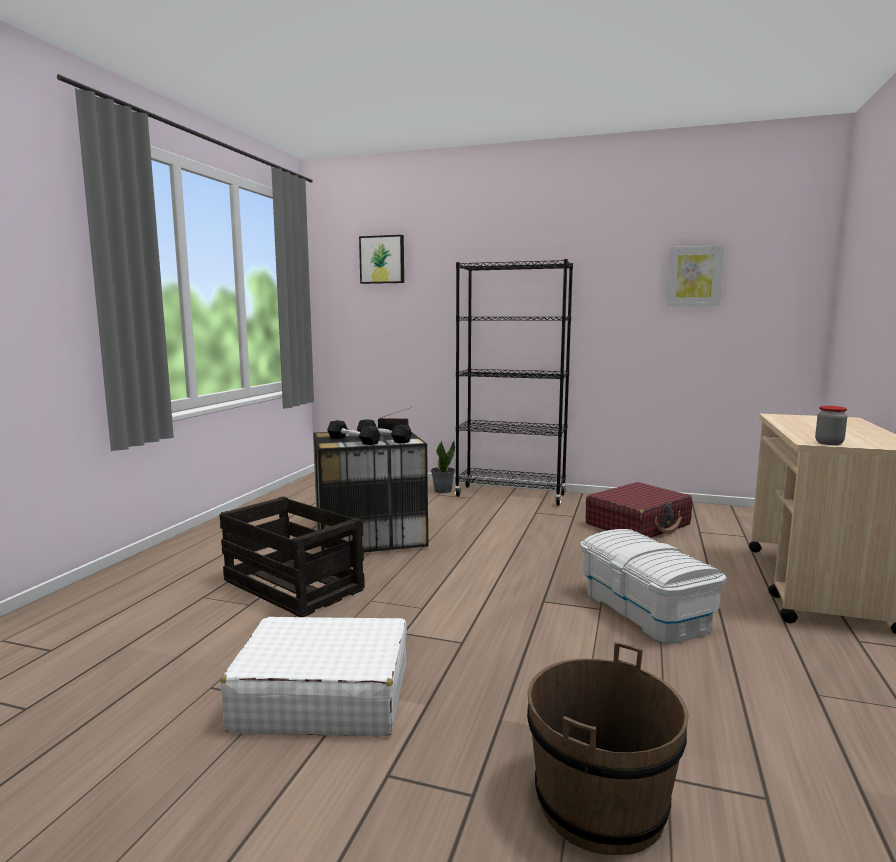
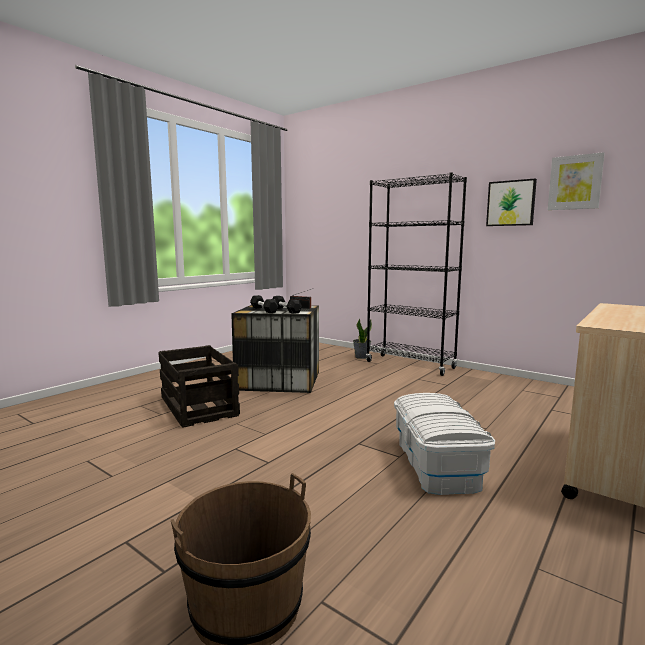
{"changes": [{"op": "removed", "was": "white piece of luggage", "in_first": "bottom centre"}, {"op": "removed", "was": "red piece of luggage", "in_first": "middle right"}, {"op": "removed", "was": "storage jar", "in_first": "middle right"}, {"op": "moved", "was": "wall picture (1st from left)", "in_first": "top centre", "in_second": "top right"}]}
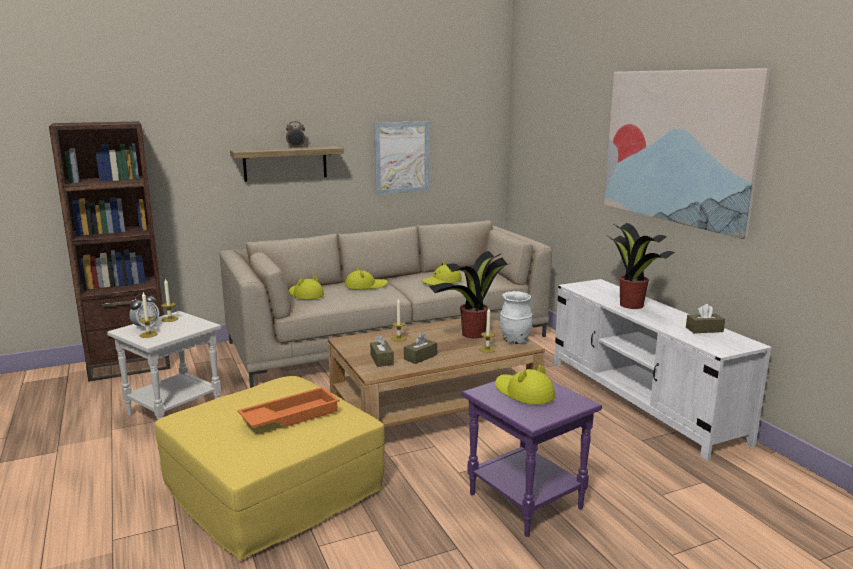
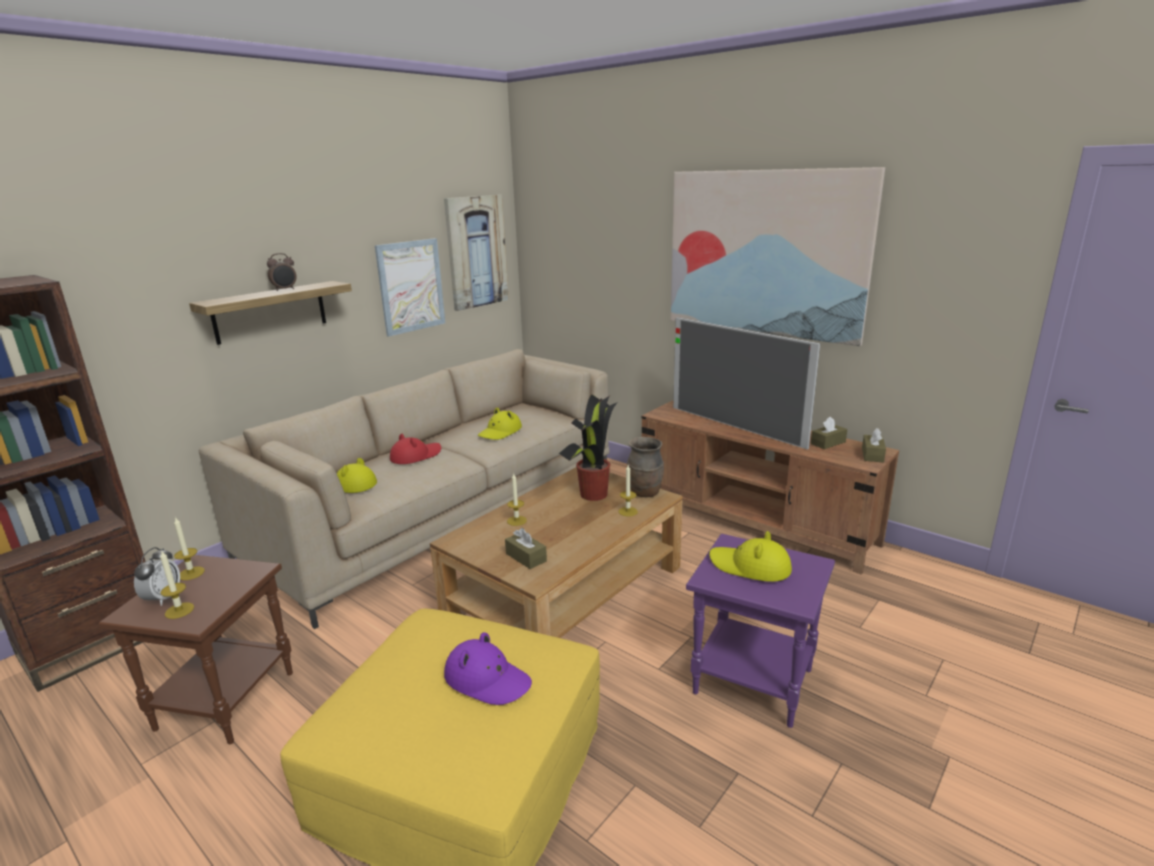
{"changes": [{"op": "added", "now": "wall picture (2nd from left)", "in_second": "top centre"}, {"op": "moved", "was": "brown tissue box (2nd from left in the first image)", "now": "brown tissue box (3rd from left)", "in_first": "centre", "in_second": "middle right"}, {"op": "replaced", "was": "orange-coloured serving tray", "now": "purplish hat", "in_first": "bottom centre", "in_second": "bottom centre"}, {"op": "replaced", "was": "potted plant (2nd from left)", "now": "TV set", "in_first": "middle right", "in_second": "centre"}, {"op": "recoloured", "was": "white side table", "now": "brown side table", "in_first": "middle left", "in_second": "bottom left"}, {"op": "recoloured", "was": "yellow-coloured hat (2nd from left)", "now": "red hat", "in_first": "centre", "in_second": "centre"}, {"op": "recoloured", "was": "white flower vase", "now": "brown flower vase", "in_first": "centre", "in_second": "centre"}, {"op": "recoloured", "was": "white tv stand", "now": "brown tv stand", "in_first": "middle right", "in_second": "middle right"}]}
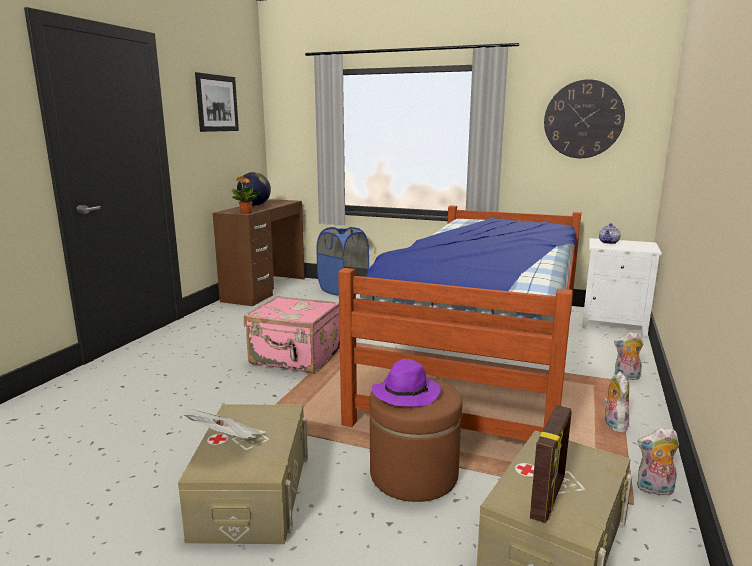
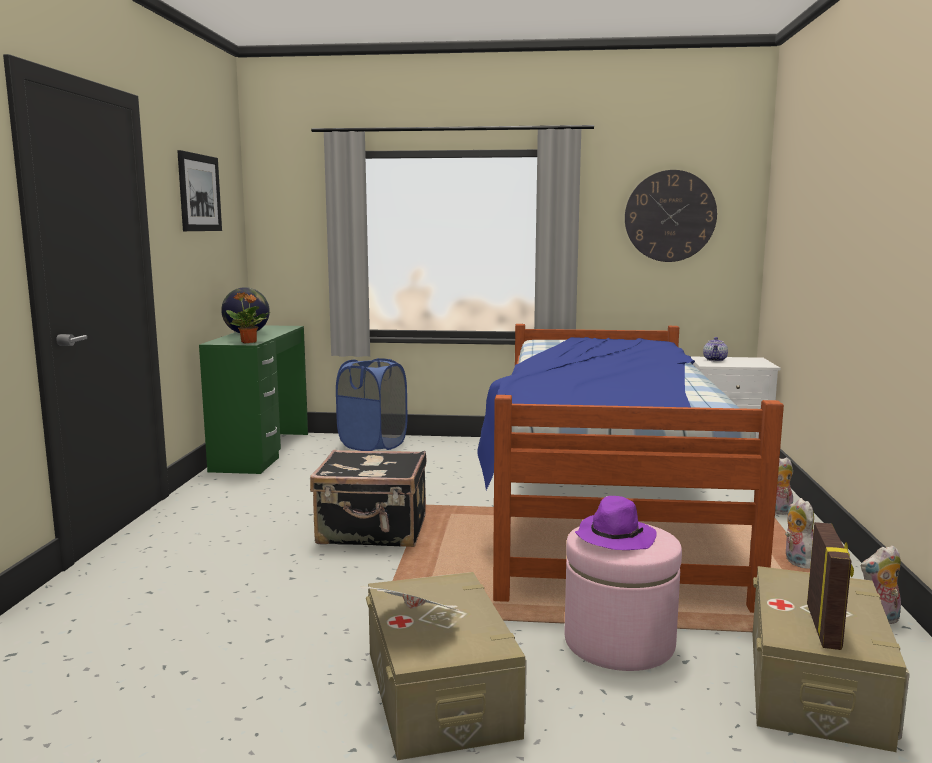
{"changes": [{"op": "recoloured", "was": "brown desk table", "now": "green desk table", "in_first": "centre", "in_second": "middle left"}, {"op": "recoloured", "was": "pinkish piece of luggage", "now": "blackish piece of luggage", "in_first": "centre", "in_second": "centre"}, {"op": "recoloured", "was": "brown pouffe", "now": "pinkish pouffe", "in_first": "bottom centre", "in_second": "bottom right"}]}
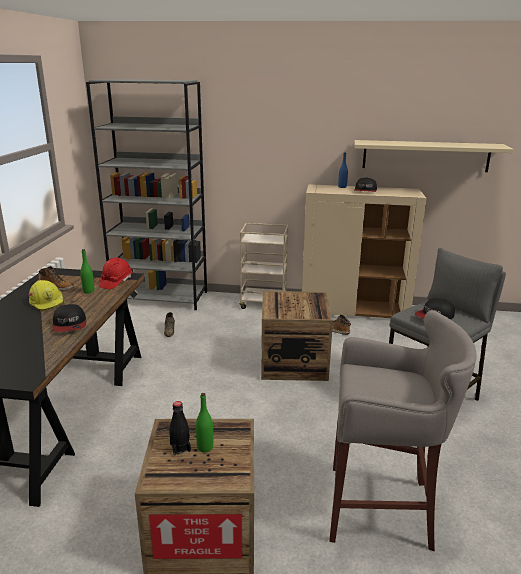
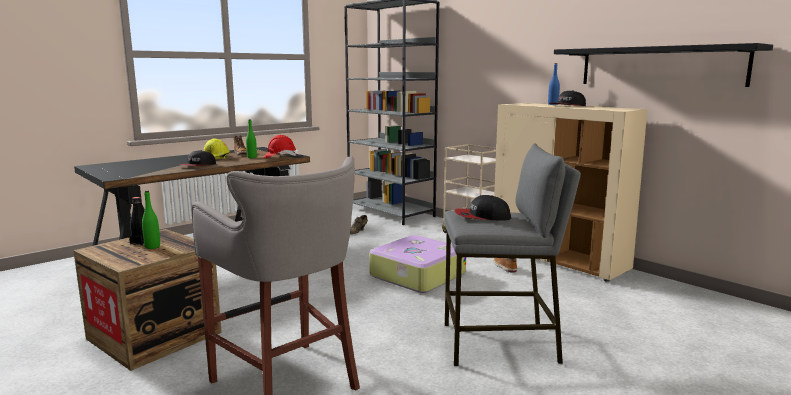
{"changes": [{"op": "replaced", "was": "crate (2nd from left)", "now": "piece of luggage", "in_first": "centre", "in_second": "bottom centre"}, {"op": "recoloured", "was": "beige shelf", "now": "blackish shelf", "in_first": "top right", "in_second": "top right"}]}
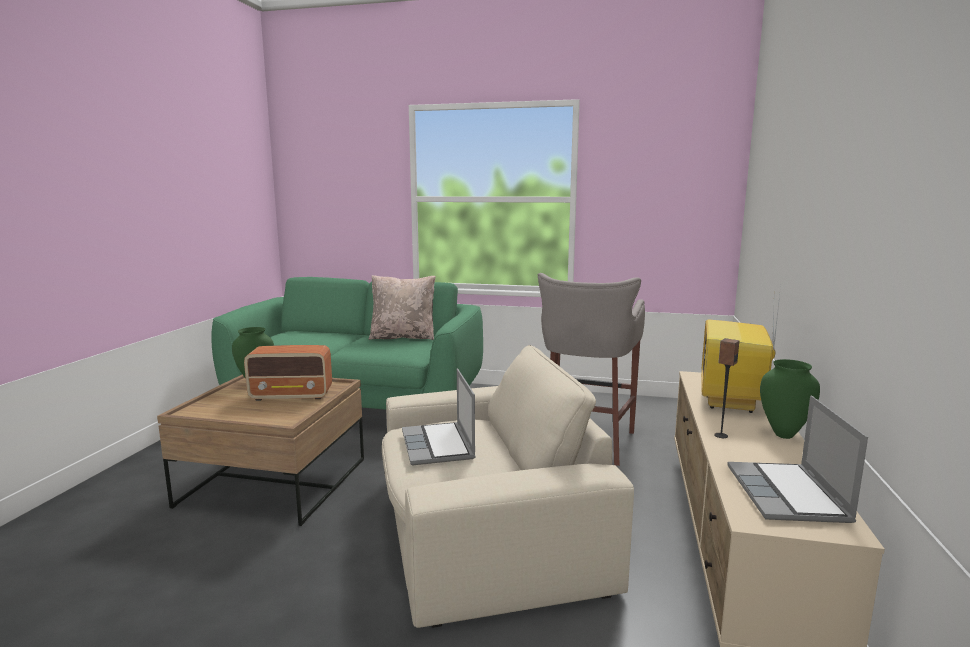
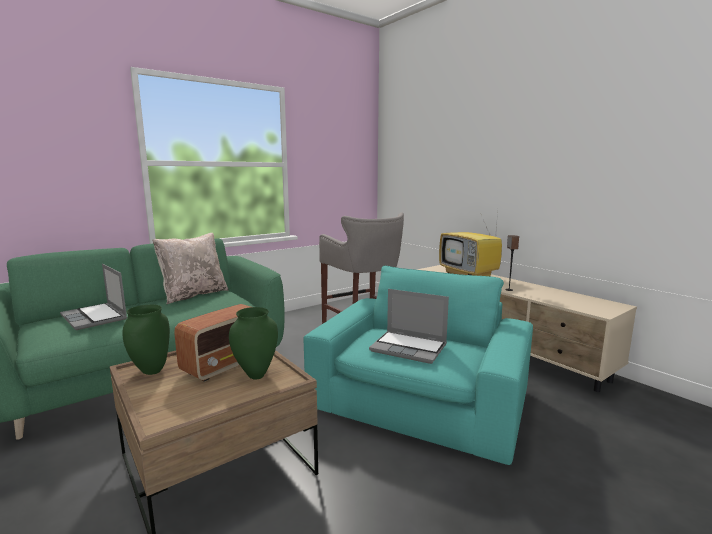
{"changes": [{"op": "moved", "was": "laptop (2nd from left in the first image)", "now": "laptop (1st from left)", "in_first": "bottom right", "in_second": "middle left"}, {"op": "moved", "was": "green flower vase (2nd from left)", "in_first": "middle right", "in_second": "centre"}, {"op": "recoloured", "was": "beige lounge chair", "now": "turquoise lounge chair", "in_first": "bottom centre", "in_second": "bottom centre"}]}
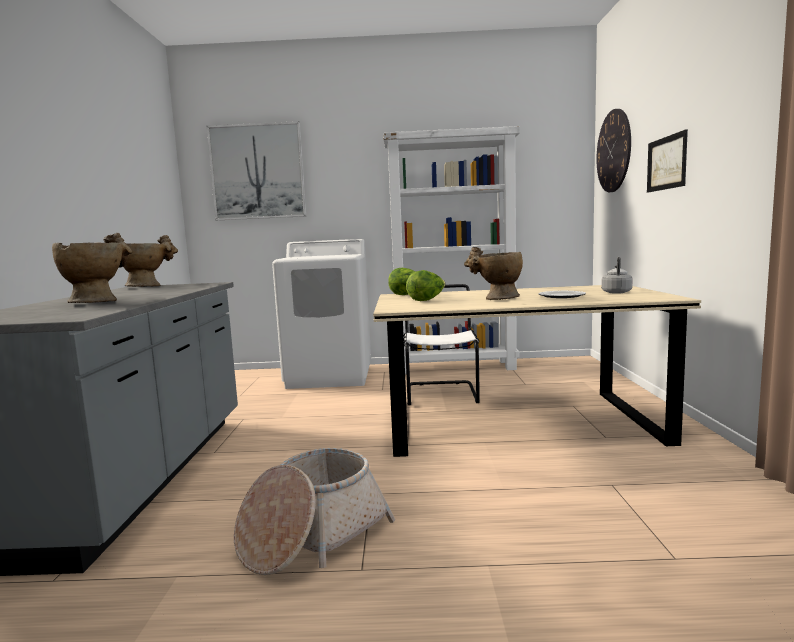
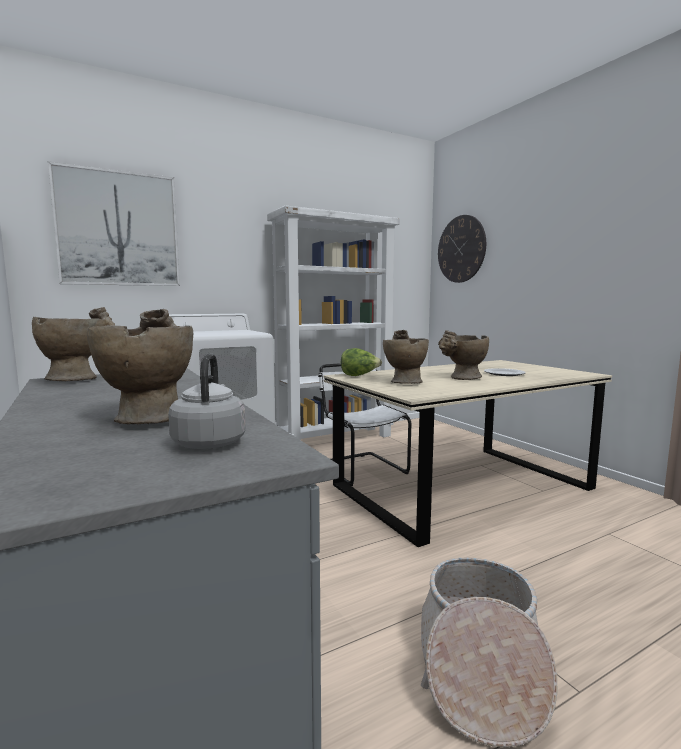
{"changes": [{"op": "removed", "was": "wall picture (2nd from left)", "in_first": "top right"}, {"op": "moved", "was": "greyish water kettle", "in_first": "middle right", "in_second": "middle left"}, {"op": "replaced", "was": "lettuce (2nd from left)", "now": "beige flower vase (3rd from left)", "in_first": "centre", "in_second": "centre"}]}
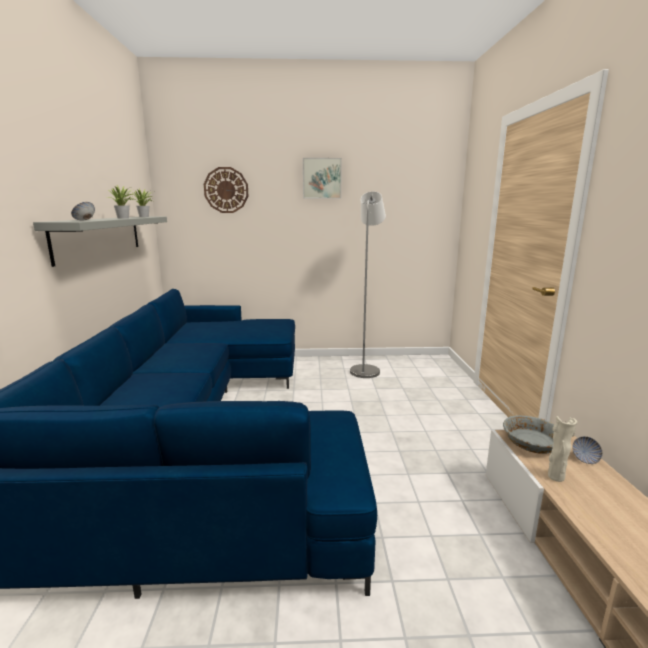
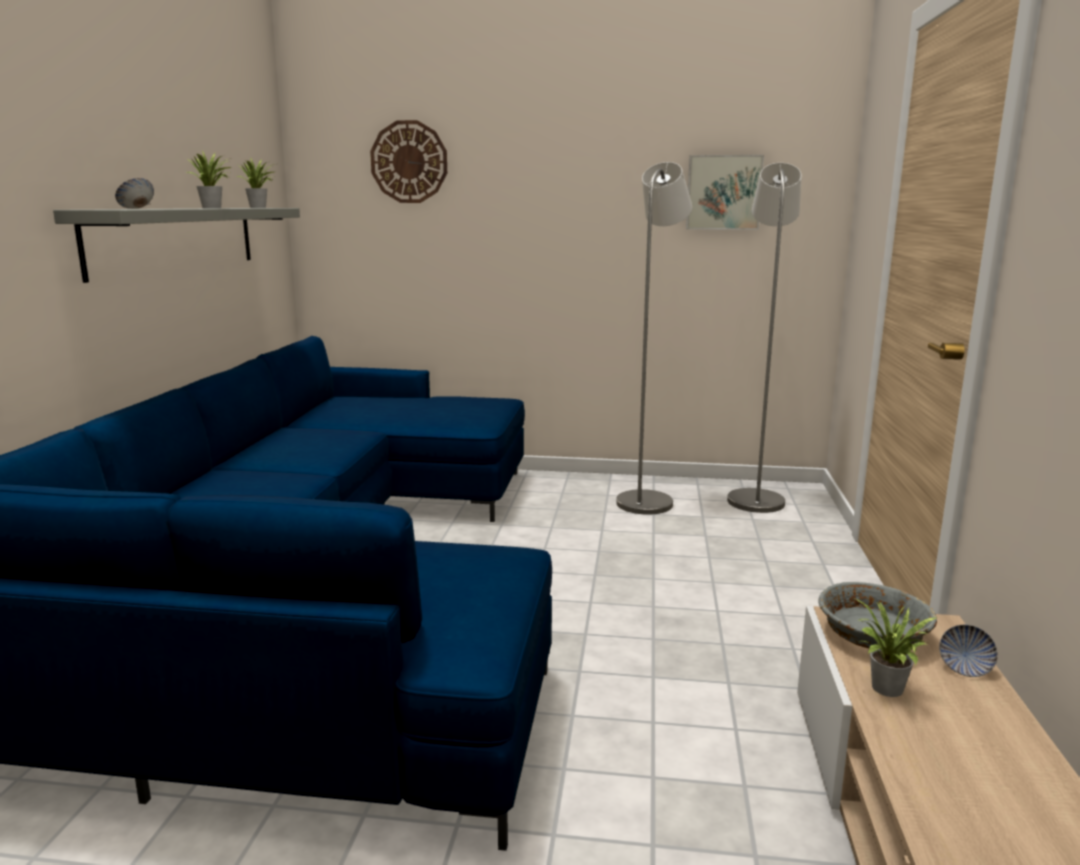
{"changes": [{"op": "added", "now": "greyish floor lamp (2nd from left)", "in_second": "middle right"}, {"op": "moved", "was": "wall picture", "in_first": "top centre", "in_second": "top right"}, {"op": "replaced", "was": "beige flower vase", "now": "potted plant (3rd from left)", "in_first": "bottom right", "in_second": "bottom right"}]}
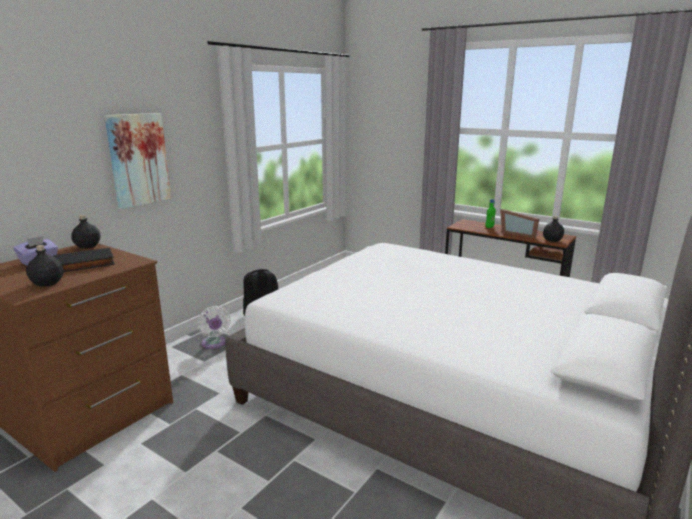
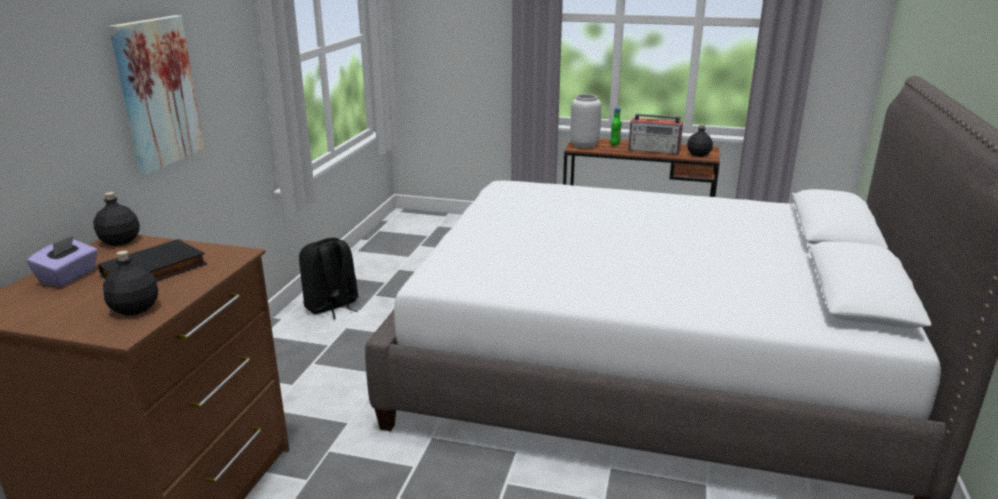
{"changes": [{"op": "removed", "was": "white cooling fan", "in_first": "middle left"}, {"op": "added", "now": "greyish flower vase", "in_second": "top centre"}, {"op": "replaced", "was": "picture frame", "now": "radio receiver", "in_first": "middle right", "in_second": "top centre"}]}
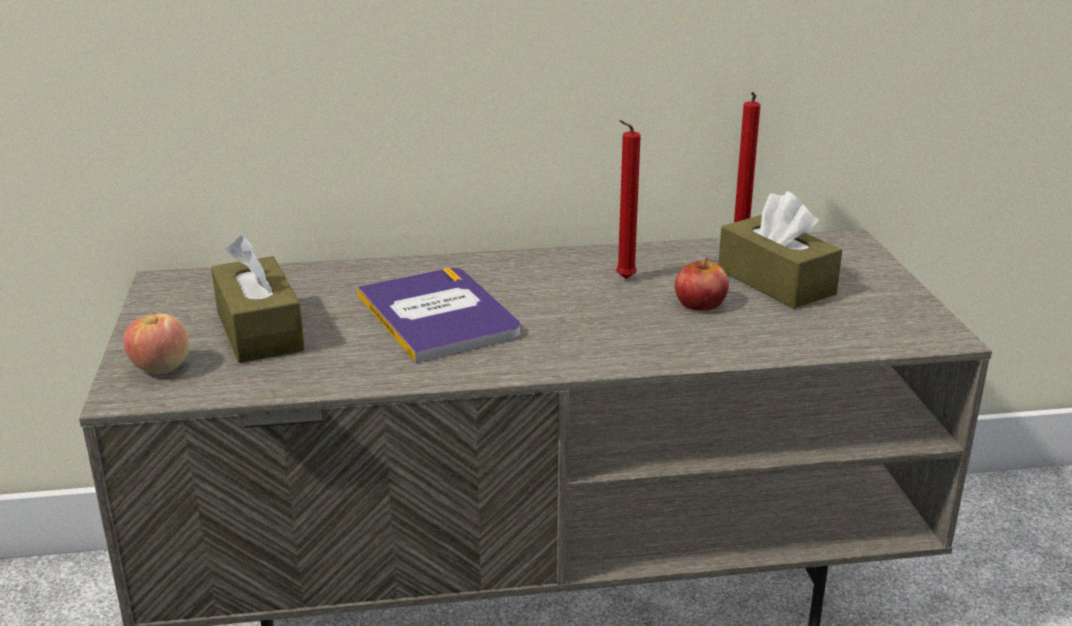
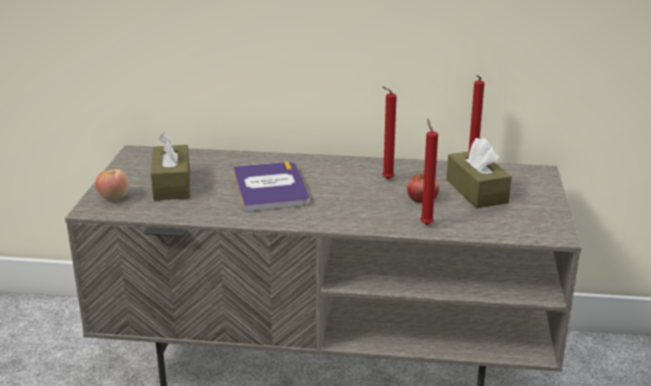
{"changes": [{"op": "added", "now": "red candle (2nd from left)", "in_second": "centre"}]}
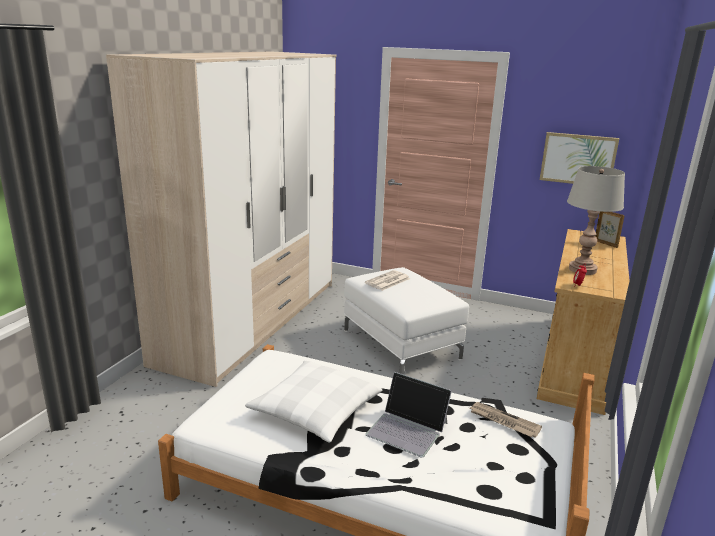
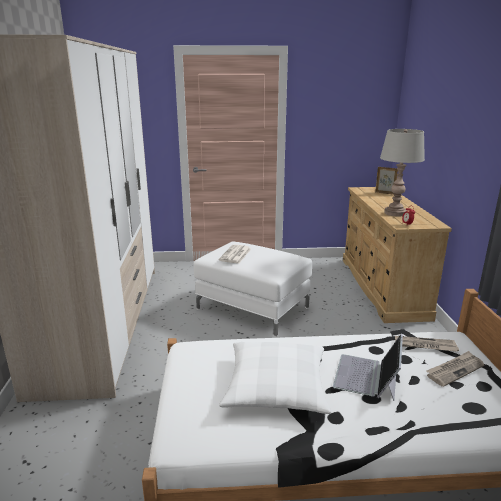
{"changes": [{"op": "removed", "was": "wall picture", "in_first": "top right"}, {"op": "added", "now": "printed paper (3rd from left)", "in_second": "bottom right"}, {"op": "turned", "was": "laptop", "in_first": "bottom centre", "in_second": "bottom right", "clockwise": 105}]}
